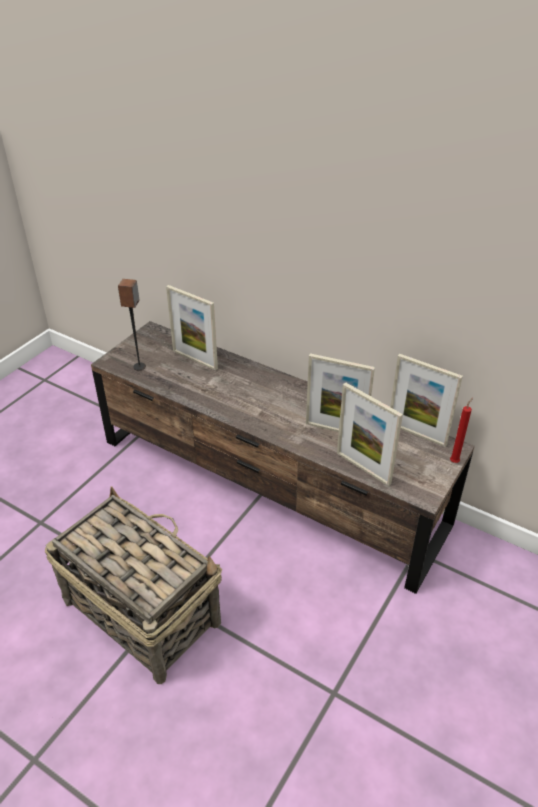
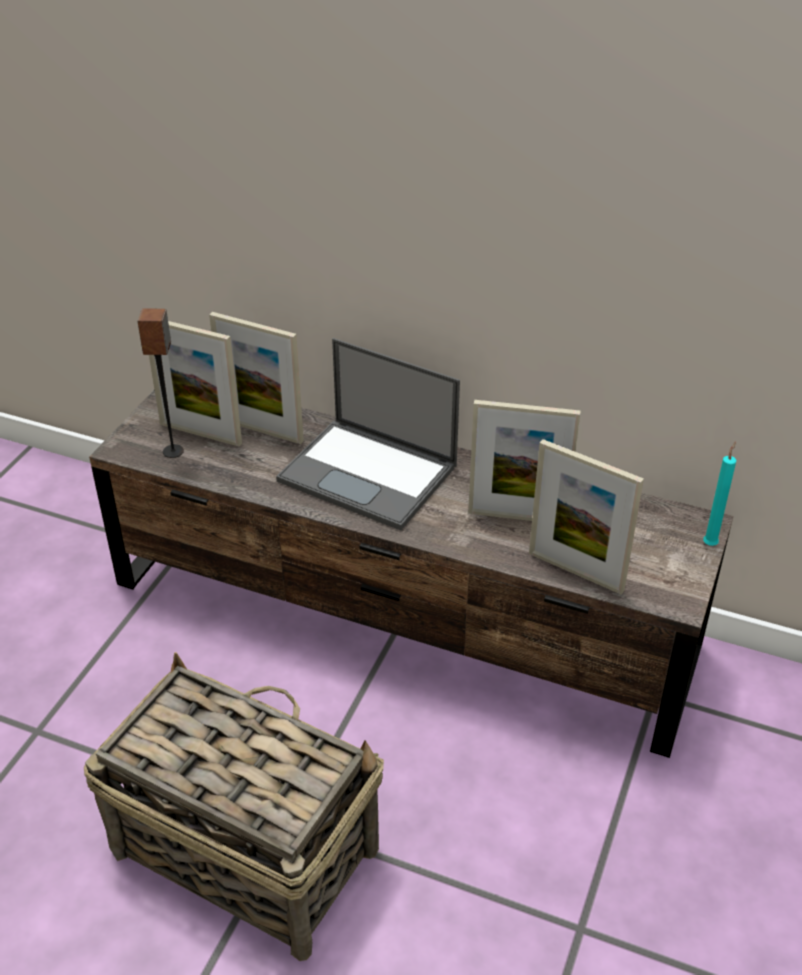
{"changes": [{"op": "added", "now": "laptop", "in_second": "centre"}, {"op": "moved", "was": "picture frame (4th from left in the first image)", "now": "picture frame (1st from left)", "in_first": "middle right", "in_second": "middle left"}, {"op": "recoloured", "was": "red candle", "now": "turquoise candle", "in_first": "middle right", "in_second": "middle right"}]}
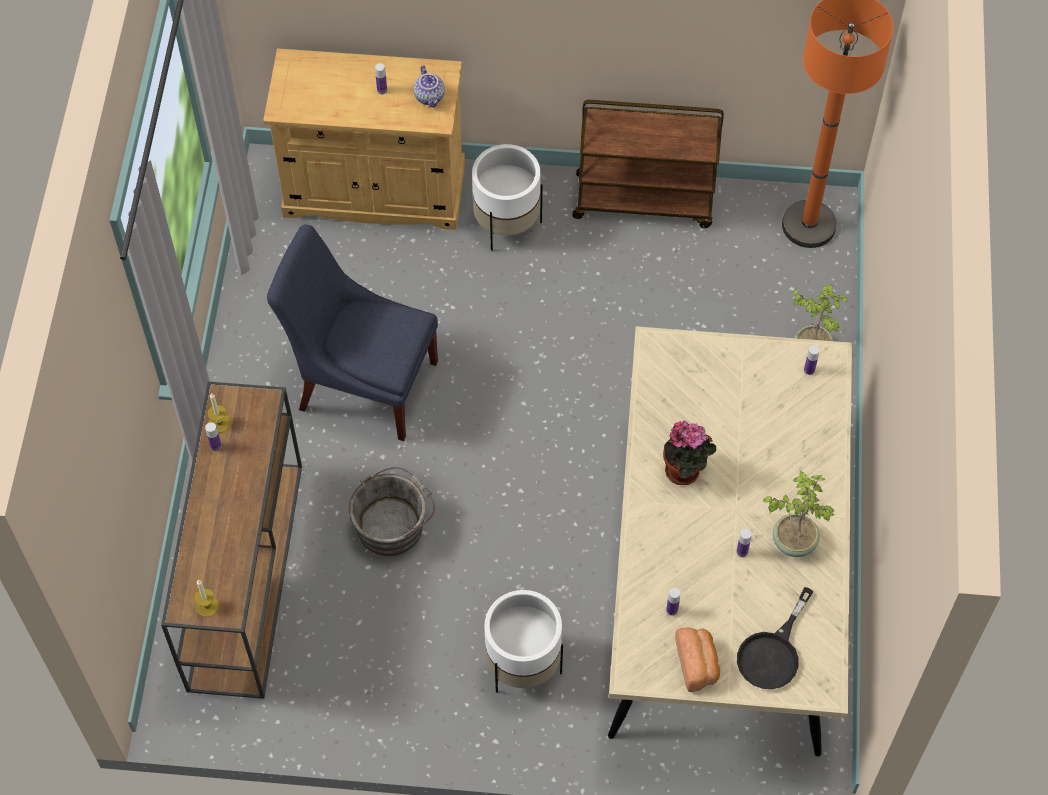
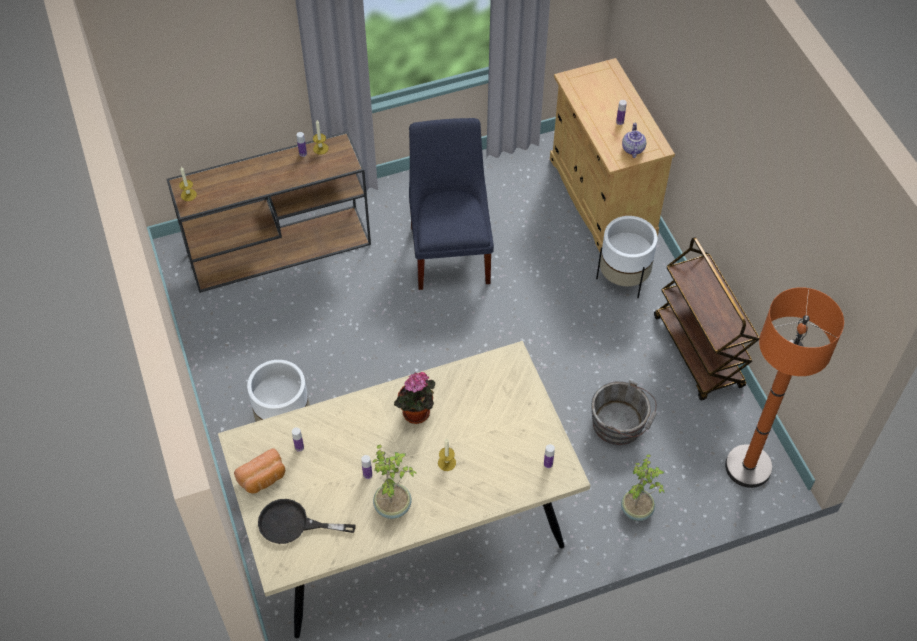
{"changes": [{"op": "added", "now": "candle (3rd from left)", "in_second": "bottom centre"}, {"op": "moved", "was": "greyish bucket", "in_first": "centre", "in_second": "middle right"}, {"op": "turned", "was": "pot for tea", "in_first": "top centre", "in_second": "top right", "clockwise": 135}]}
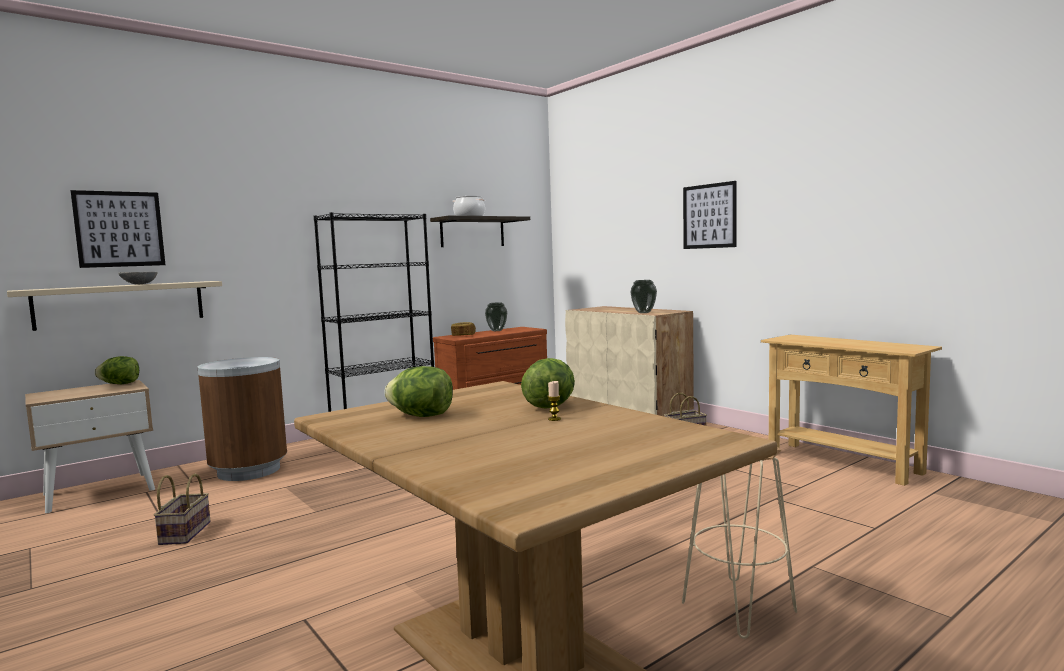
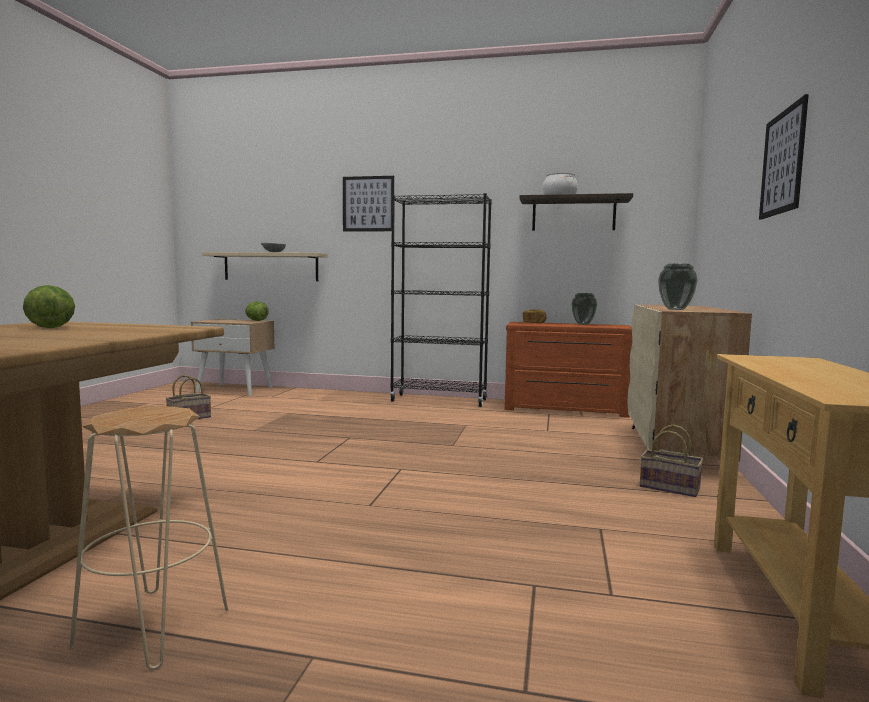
{"changes": [{"op": "removed", "was": "brown waste bin", "in_first": "middle left"}, {"op": "removed", "was": "lettuce (3rd from left)", "in_first": "centre"}, {"op": "removed", "was": "candle", "in_first": "centre"}, {"op": "moved", "was": "wall picture (1st from left)", "in_first": "middle left", "in_second": "top centre"}]}
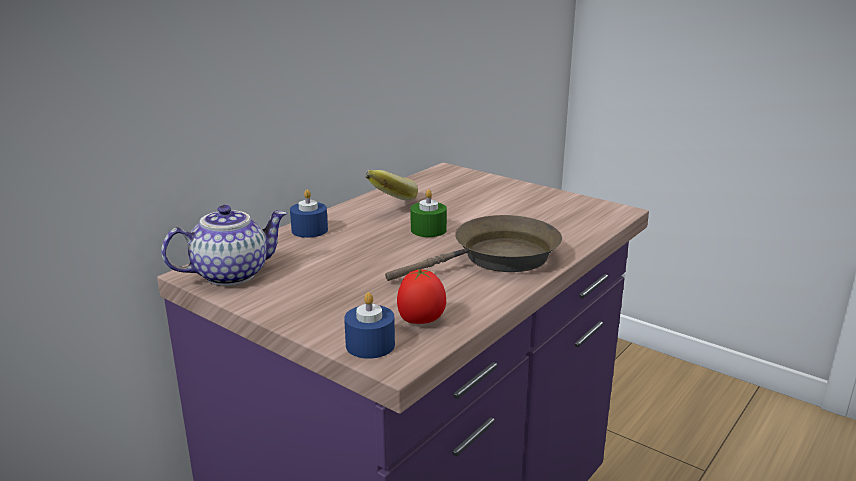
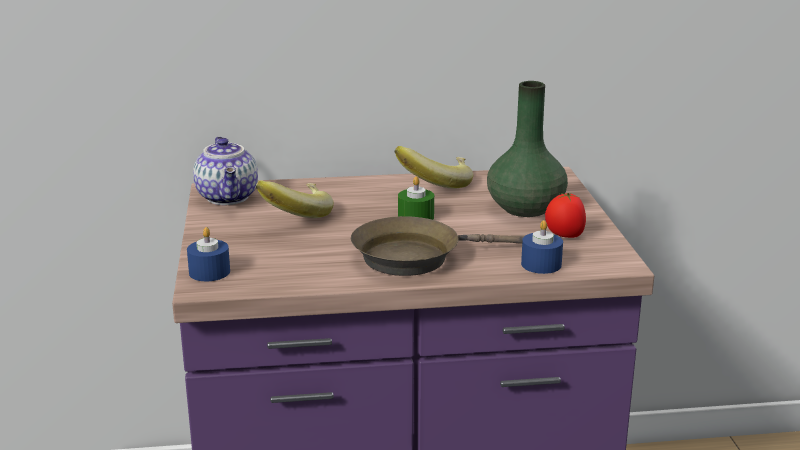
{"changes": [{"op": "added", "now": "whole banana (1st from left)", "in_second": "centre"}, {"op": "added", "now": "green flower vase", "in_second": "top centre"}, {"op": "moved", "was": "blue-coloured candle (1st from left in the first image)", "now": "blue-coloured candle (2nd from left)", "in_first": "centre", "in_second": "middle right"}, {"op": "moved", "was": "fresh tomato", "in_first": "centre", "in_second": "middle right"}, {"op": "turned", "was": "pot for tea", "in_first": "middle left", "in_second": "middle left", "clockwise": 60}, {"op": "turned", "was": "brown frying pan", "in_first": "centre", "in_second": "centre", "clockwise": 150}]}
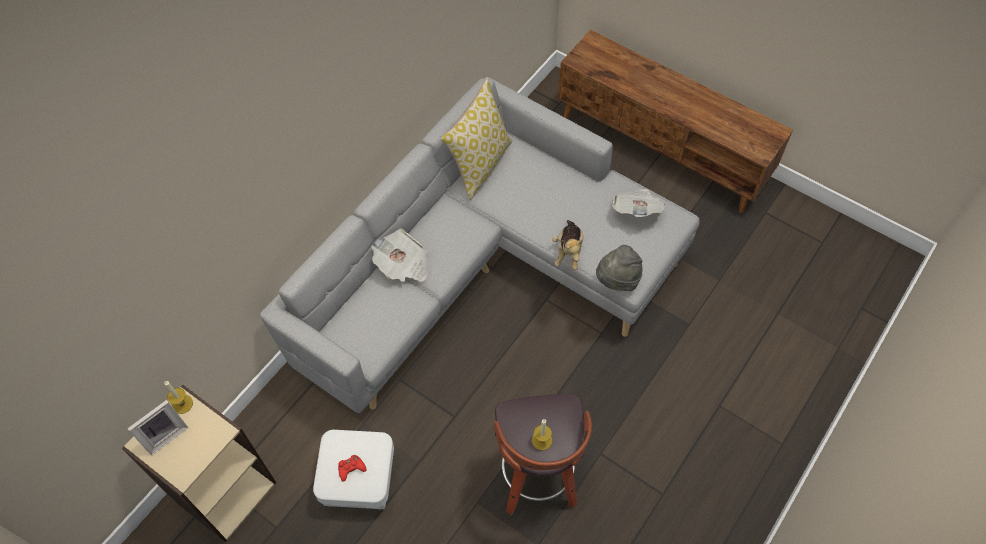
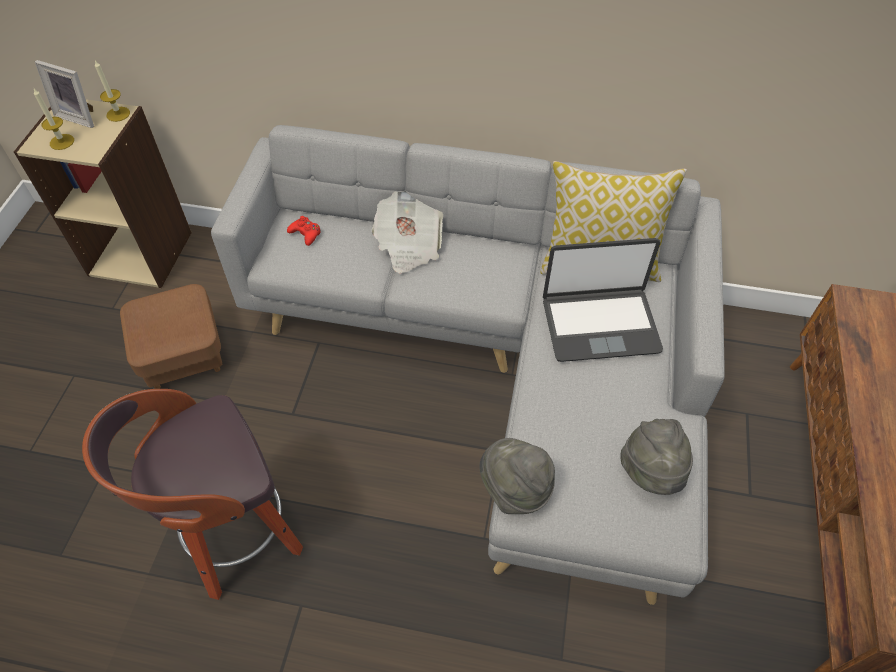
{"changes": [{"op": "removed", "was": "cuddly toy", "in_first": "centre"}, {"op": "added", "now": "laptop", "in_second": "middle right"}, {"op": "moved", "was": "red joypad", "in_first": "bottom centre", "in_second": "centre"}, {"op": "moved", "was": "candle (2nd from left in the first image)", "now": "candle (1st from left)", "in_first": "bottom centre", "in_second": "top left"}, {"op": "replaced", "was": "printed paper (2nd from left)", "now": "greyish hat (2nd from left)", "in_first": "centre", "in_second": "bottom right"}, {"op": "recoloured", "was": "white pouffe", "now": "brown pouffe", "in_first": "bottom centre", "in_second": "middle left"}]}
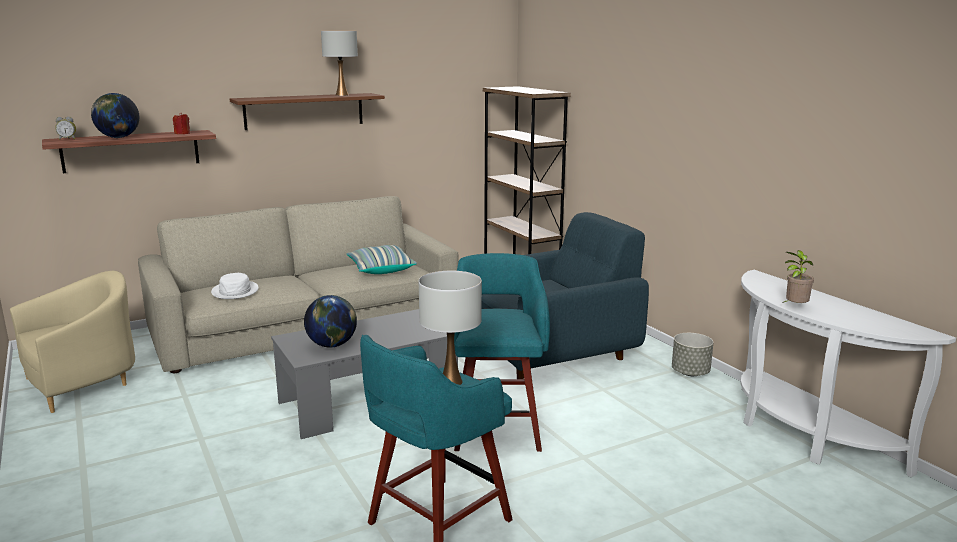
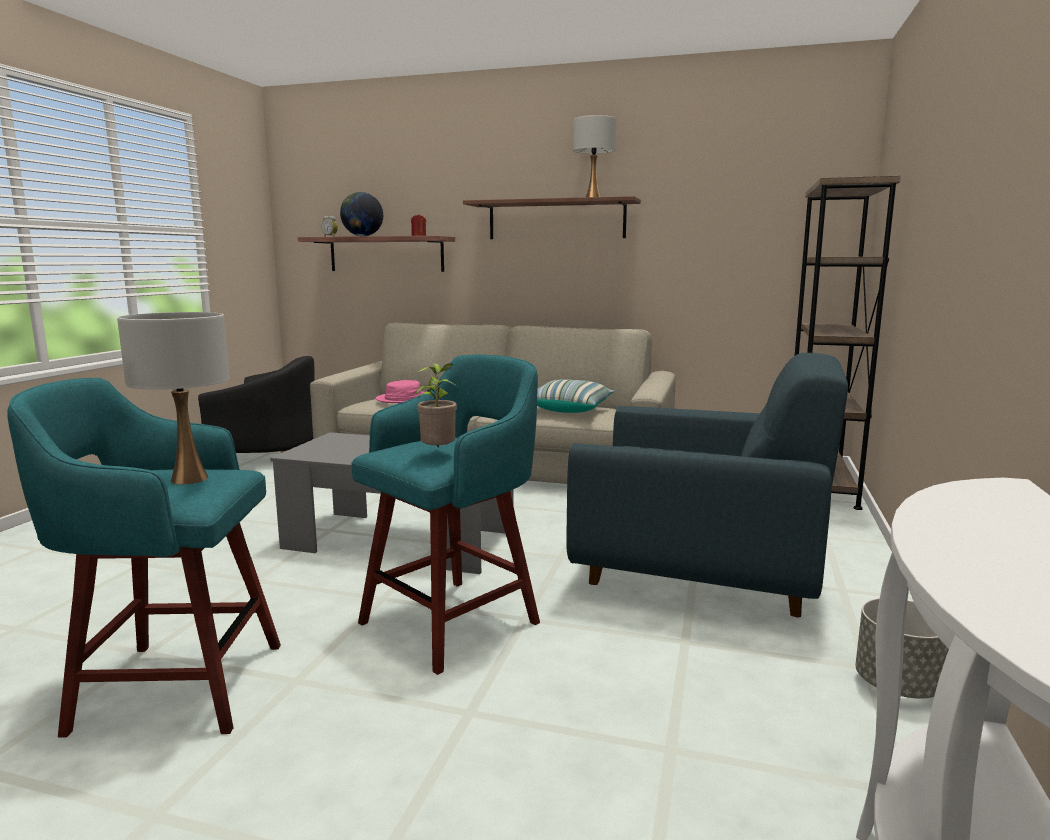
{"changes": [{"op": "removed", "was": "desk globe (2nd from left)", "in_first": "centre"}, {"op": "moved", "was": "potted plant", "in_first": "middle right", "in_second": "centre"}, {"op": "recoloured", "was": "beige lounge chair", "now": "blackish lounge chair", "in_first": "middle left", "in_second": "middle left"}, {"op": "recoloured", "was": "white hat", "now": "pinkish hat", "in_first": "middle left", "in_second": "centre"}]}
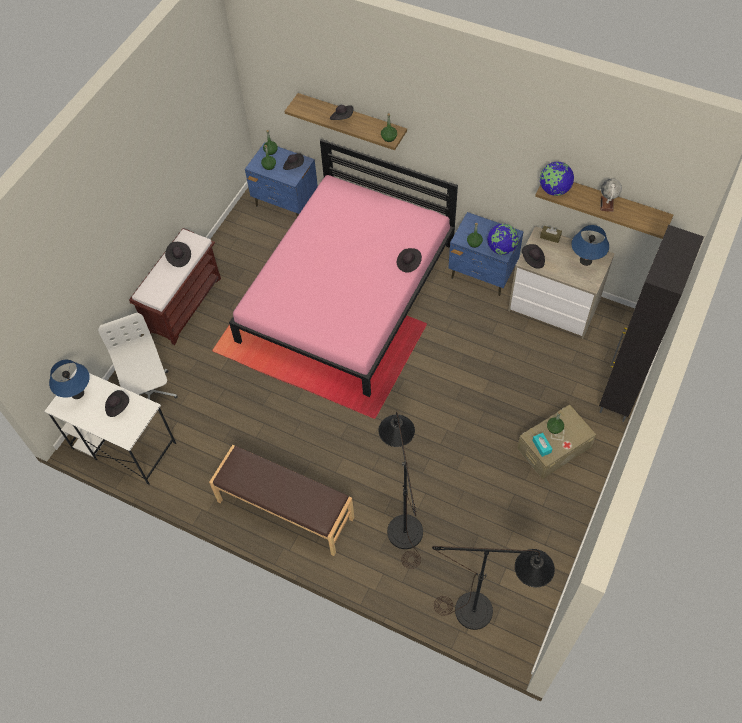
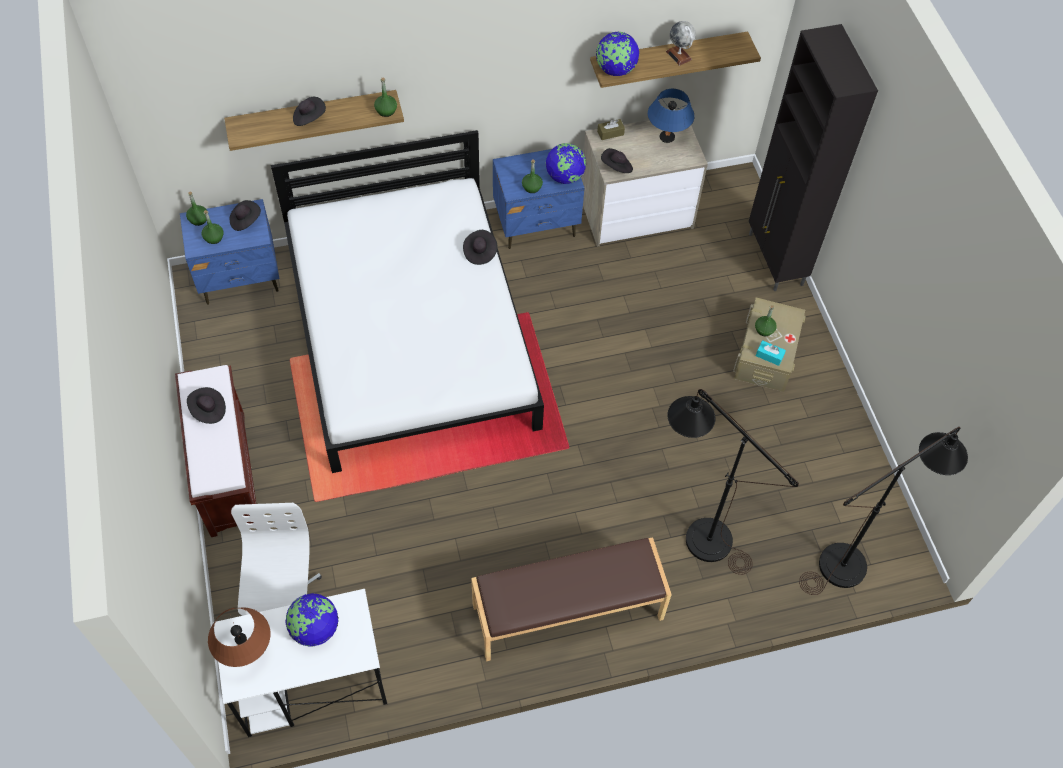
{"changes": [{"op": "replaced", "was": "blackish hat (1st from left)", "now": "desk globe (1st from left)", "in_first": "middle left", "in_second": "bottom left"}, {"op": "recoloured", "was": "blue-coloured lamp for a table (1st from left)", "now": "brown lamp for a table", "in_first": "middle left", "in_second": "bottom left"}, {"op": "recoloured", "was": "pinkish bedroom bed", "now": "white bedroom bed", "in_first": "centre", "in_second": "centre"}, {"op": "turned", "was": "white office chair", "in_first": "middle left", "in_second": "bottom left", "clockwise": 60}]}
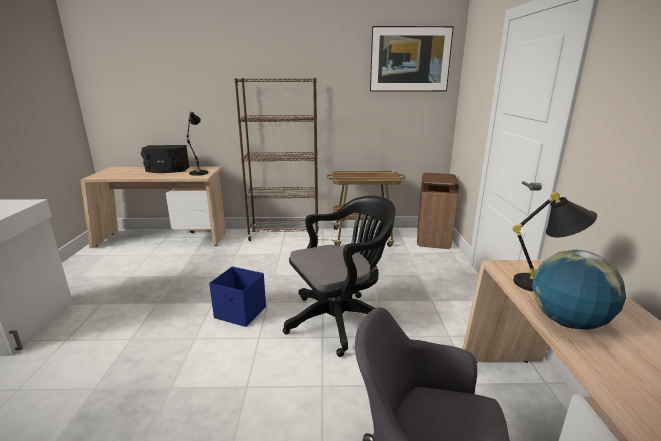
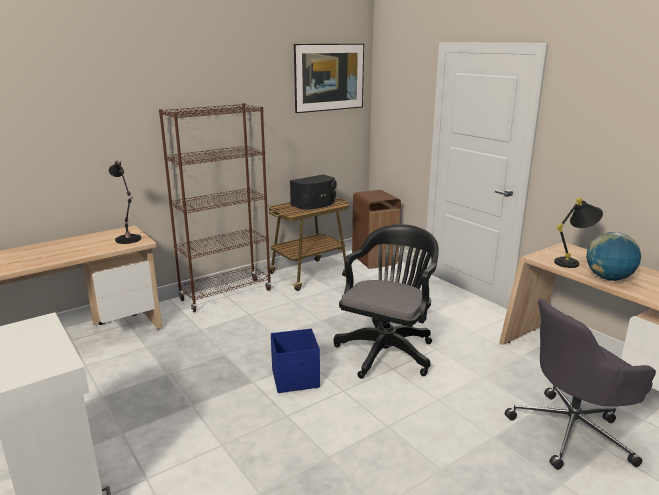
{"changes": [{"op": "moved", "was": "blackish speaker", "in_first": "middle left", "in_second": "centre"}]}
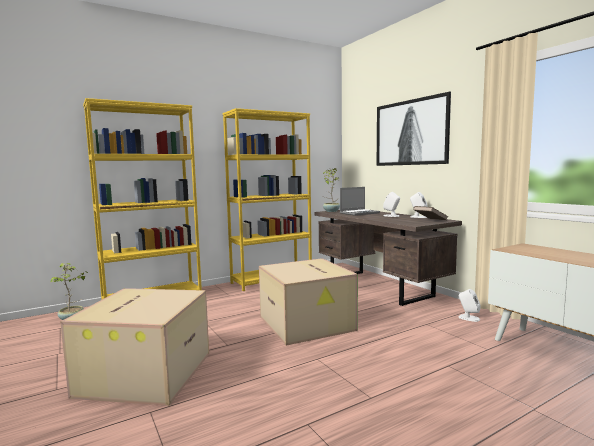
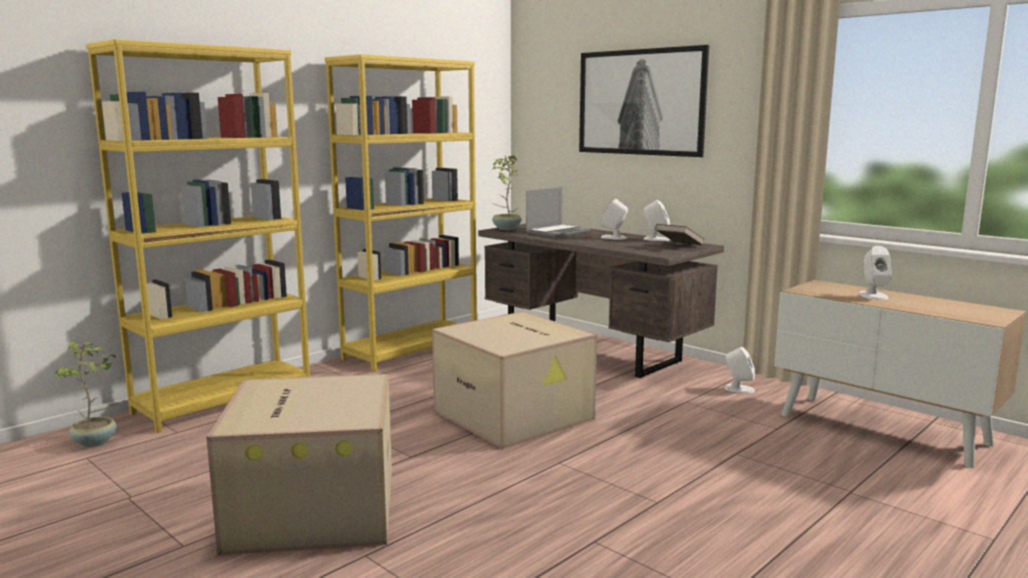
{"changes": [{"op": "added", "now": "white speaker (4th from left)", "in_second": "middle right"}]}
